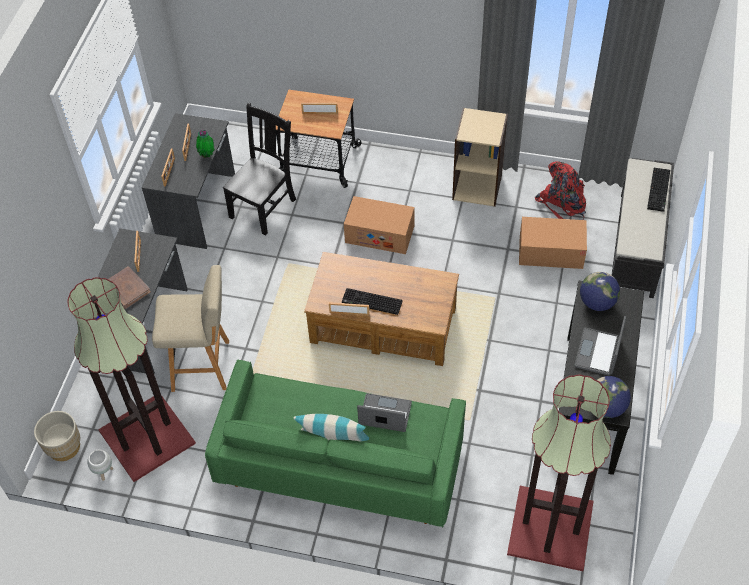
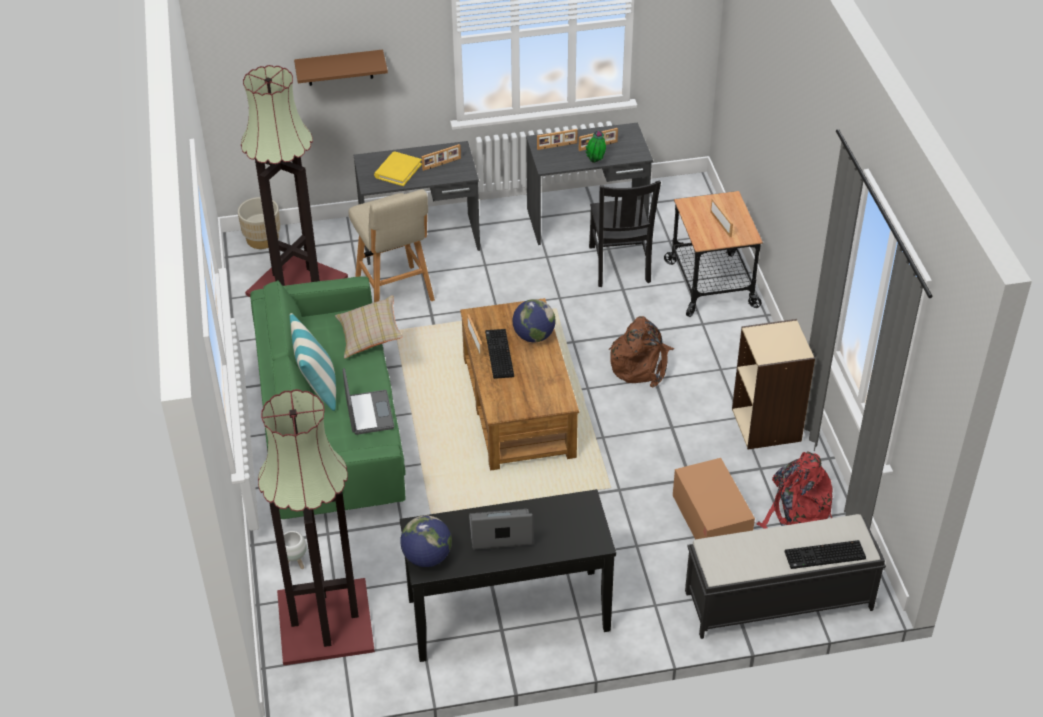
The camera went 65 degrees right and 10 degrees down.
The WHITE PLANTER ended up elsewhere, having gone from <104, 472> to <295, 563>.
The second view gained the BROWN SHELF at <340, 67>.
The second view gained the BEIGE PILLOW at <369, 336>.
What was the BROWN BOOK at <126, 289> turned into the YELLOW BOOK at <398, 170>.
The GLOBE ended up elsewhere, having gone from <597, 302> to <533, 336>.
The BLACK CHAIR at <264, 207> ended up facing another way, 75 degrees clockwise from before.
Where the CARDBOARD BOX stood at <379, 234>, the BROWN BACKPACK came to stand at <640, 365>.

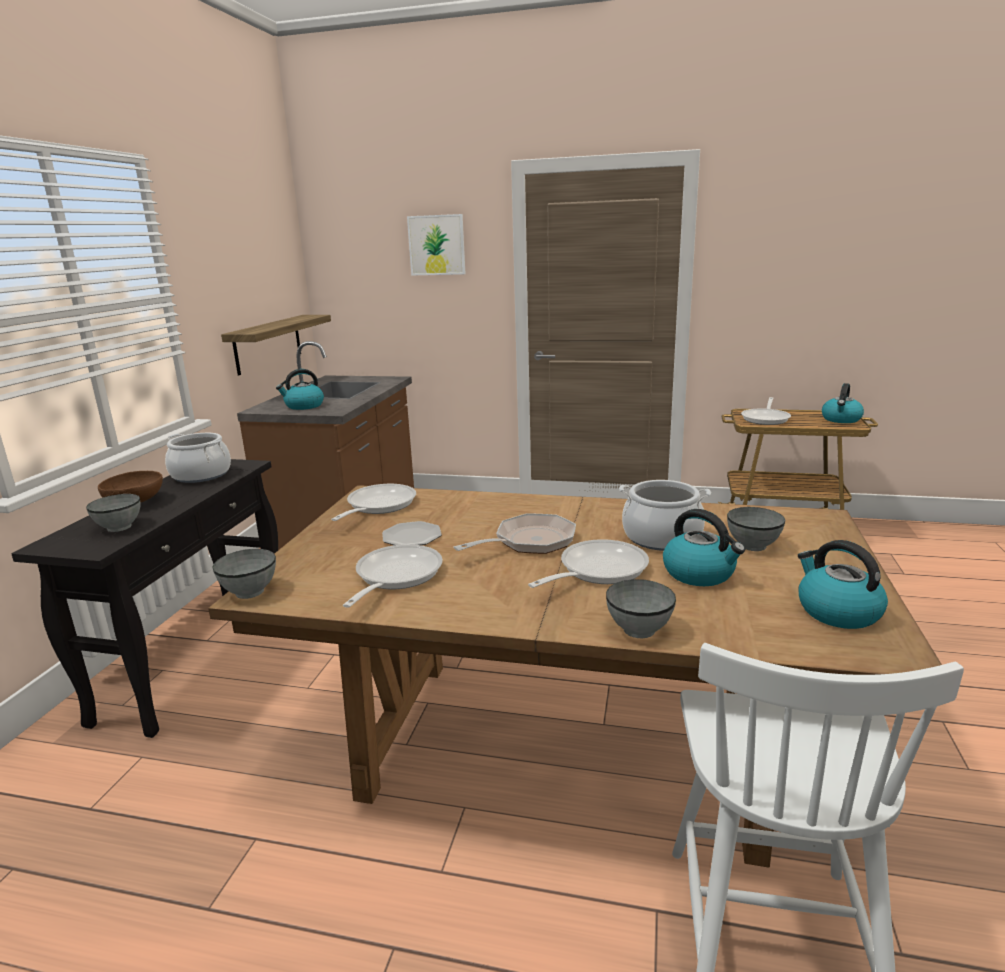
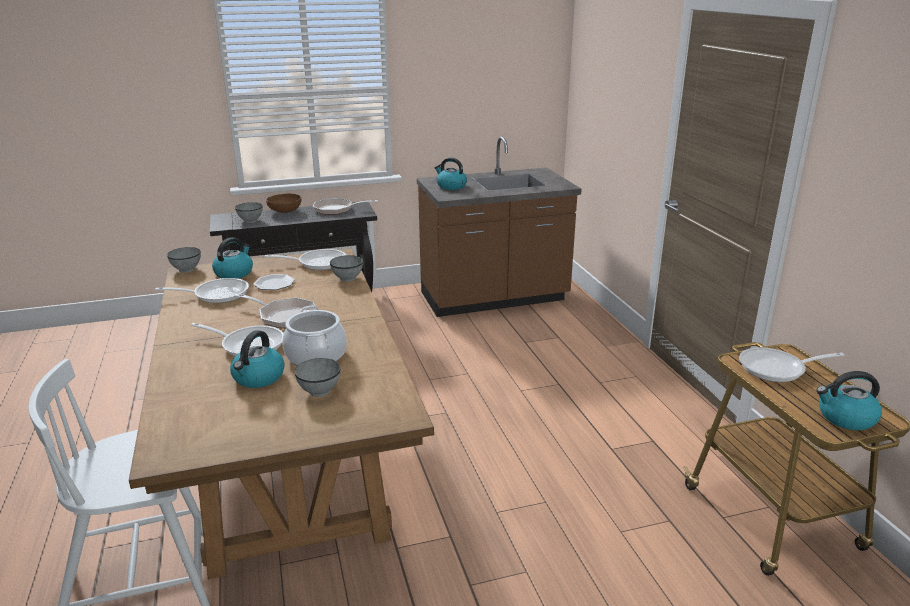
The camera went 60 degrees right and 5 degrees up.
The KETTLE ended up elsewhere, having gone from <837, 611> to <234, 273>.
Where the COOKING POT stood at <201, 475>, the FRYING PAN came to stand at <337, 210>.
The GREY BOWL ended up elsewhere, having gone from <638, 630> to <347, 278>.
The second view lost the SHELF at <268, 343>.
The second view lost the PICTURE at <436, 245>.

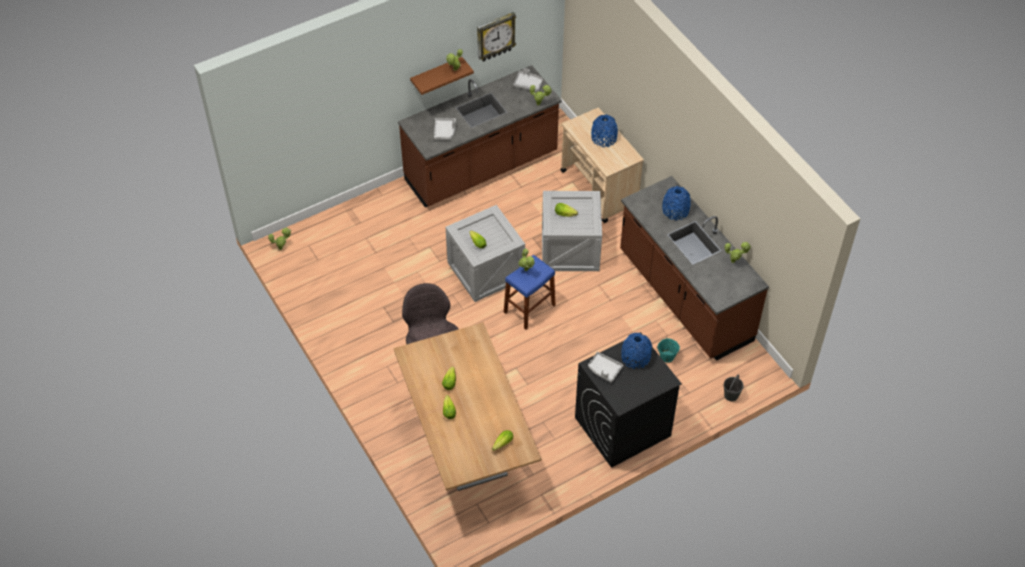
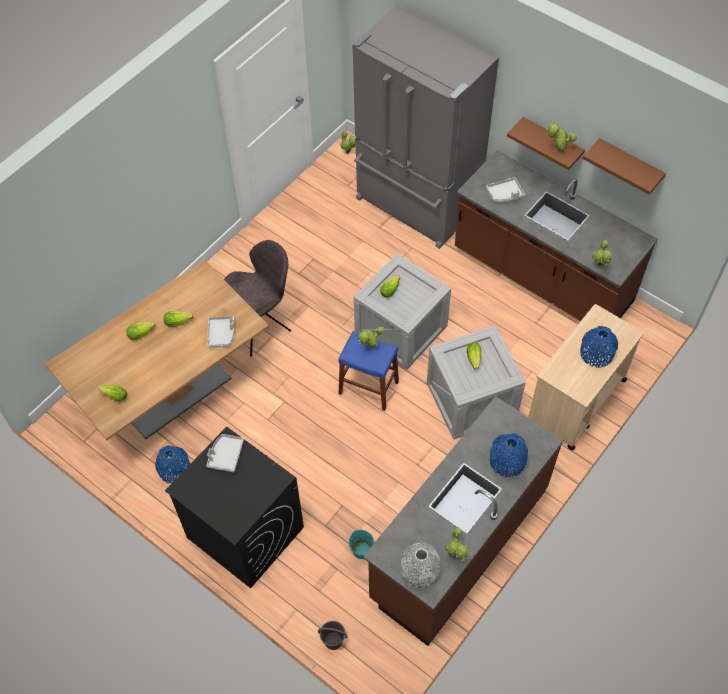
The camera went 70 degrees right and 5 degrees up.
The BLUE VASE ended up elsewhere, having gone from <635, 357> to <174, 470>.
The GREY TRAY ended up elsewhere, having gone from <528, 84> to <221, 334>.
The second view gained the GREY FRIDGE at <416, 205>.
The second view gained the GREY VASE at <420, 569>.
Where the WALL CLOCK hung at <495, 36>, the BROWN SHELF came to hang at <629, 165>.

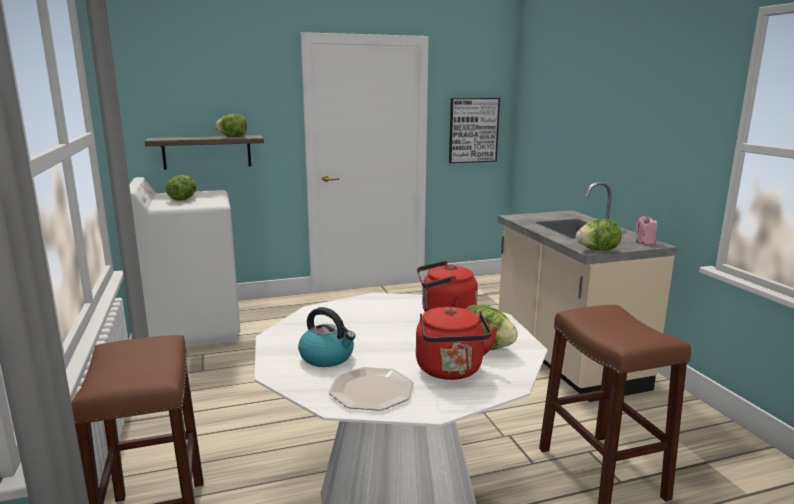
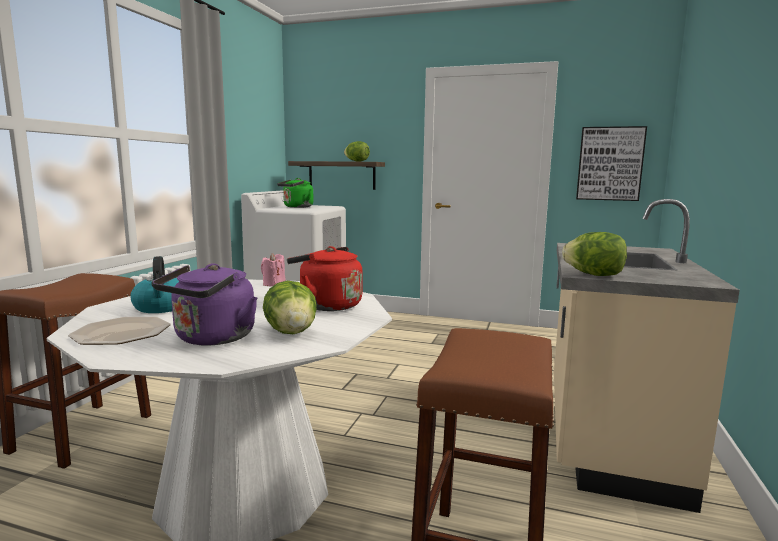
The camera went 35 degrees right and 5 degrees down.
What was the RED KETTLE at <451, 371> turned into the PURPLE KETTLE at <212, 339>.
The PINK CANDLE ended up elsewhere, having gone from <644, 241> to <274, 284>.
Where the LETTUCE stood at <183, 199>, the GREEN KETTLE came to stand at <297, 207>.

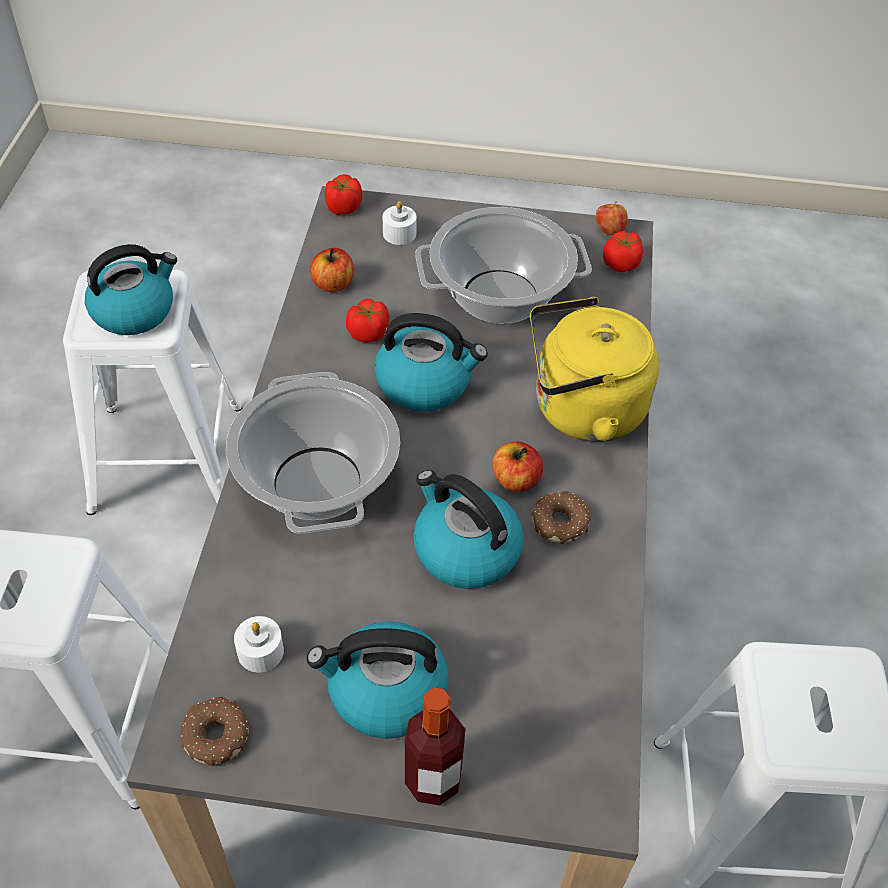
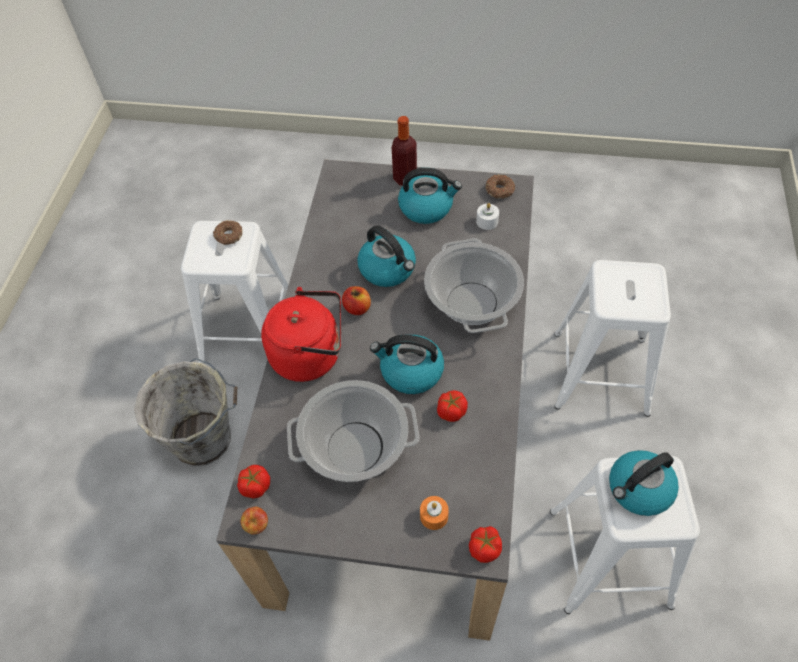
The camera went 175 degrees left and 5 degrees up.
The second view gained the GREY BUCKET at <205, 439>.
The DONUT ended up elsewhere, having gone from <560, 522> to <228, 236>.
What was the YELLOW KETTLE at <581, 410> turned into the RED KETTLE at <311, 354>.
What was the WHITE CANDLE at <399, 233> turned into the ORANGE CANDLE at <434, 516>.
The second view lost the APPLE at <333, 284>.

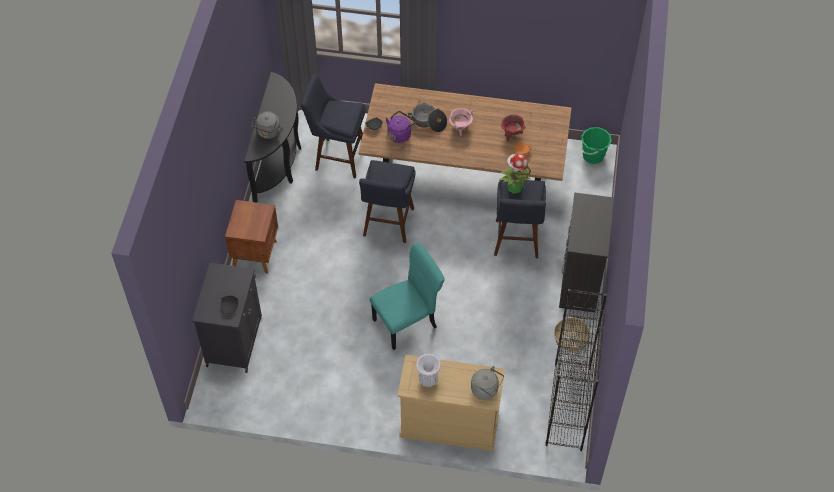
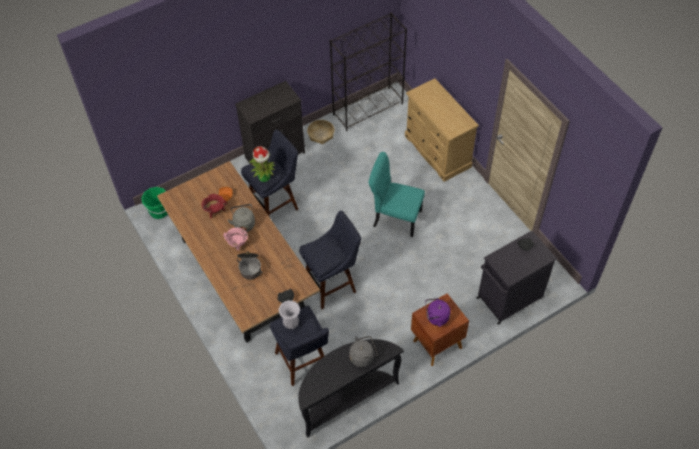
The camera went 130 degrees left and 0 degrees up.
The GREY KETTLE ended up elsewhere, having gone from <486, 390> to <244, 223>.
The WHITE VASE ended up elsewhere, having gone from <428, 380> to <290, 323>.
The PURPLE KETTLE ended up elsewhere, having gone from <400, 134> to <436, 317>.

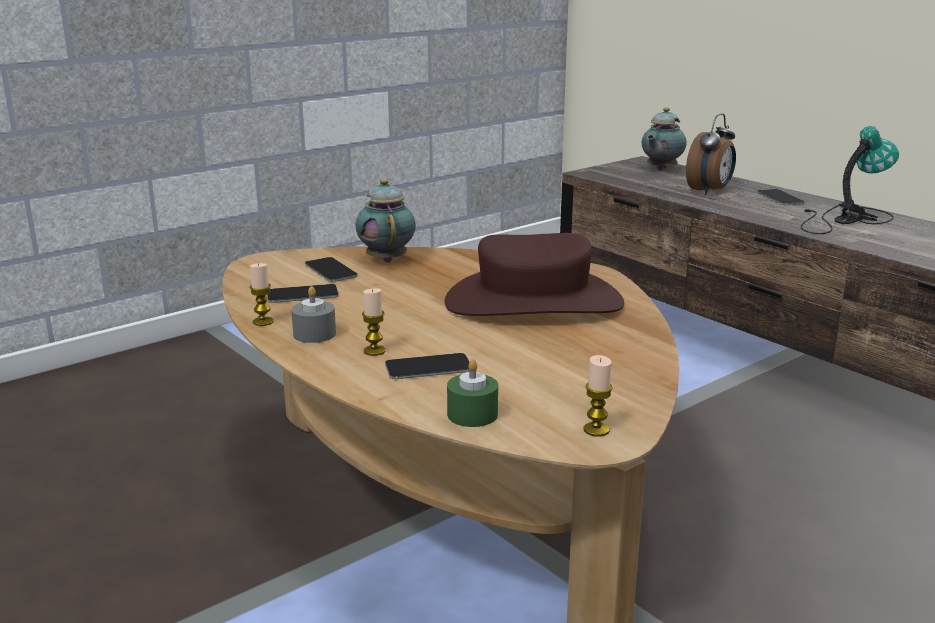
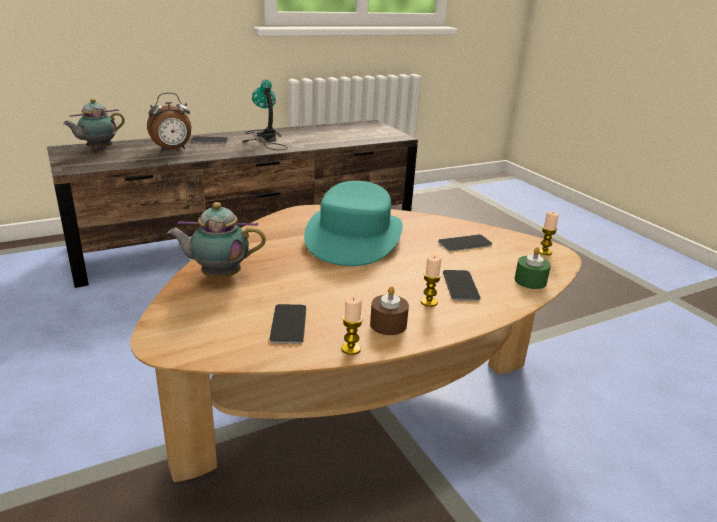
The camera went 80 degrees left and 5 degrees up.
The TEAPOT at <660, 170> ended up facing another way, 90 degrees clockwise from before.
The ALARM CLOCK at <710, 191> ended up facing another way, 105 degrees clockwise from before.
What was the BROWN HAT at <533, 302> turned into the TURQUOISE HAT at <354, 237>.
What was the GREY CANDLE at <314, 334> turned into the BROWN CANDLE at <388, 324>.
The PHONE ended up elsewhere, having gone from <330, 270> to <465, 243>.

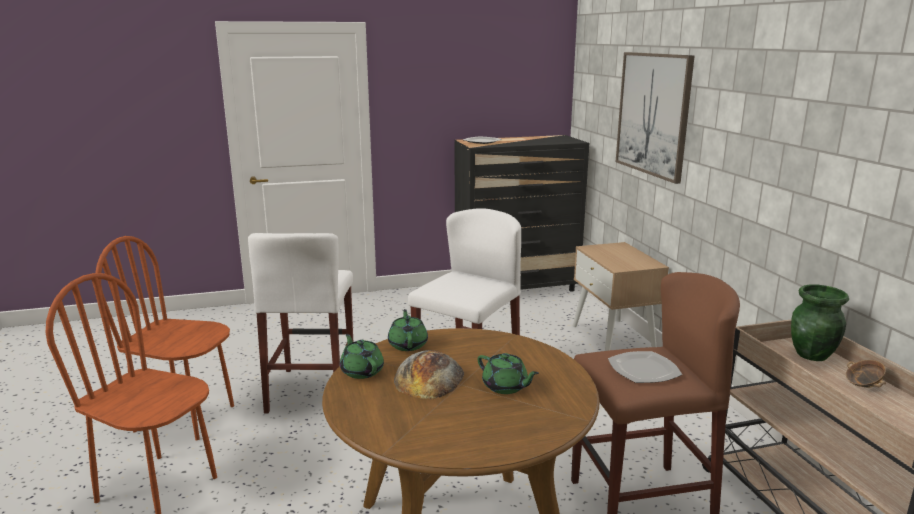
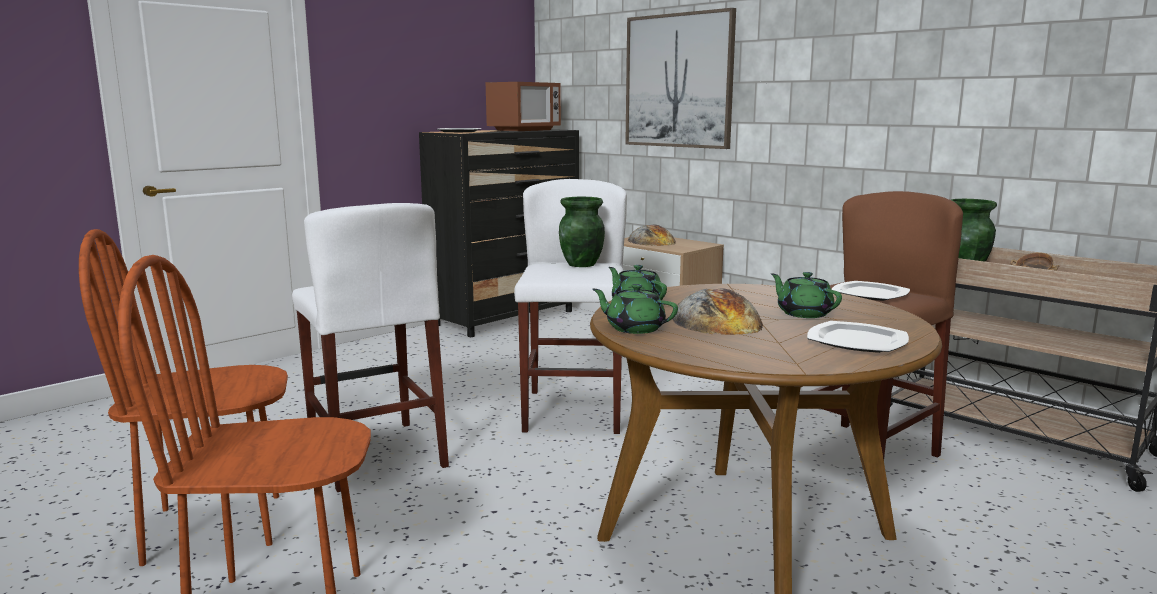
The camera went 30 degrees left and 5 degrees down.
The second view gained the MICROWAVE at <524, 130>.
The second view gained the GREEN VASE at <582, 264>.
The second view gained the BREAD at <651, 241>.
The GREEN TEAPOT at <505, 387> ended up facing another way, 135 degrees counterclockwise from before.
The second view gained the PLATE at <858, 341>.

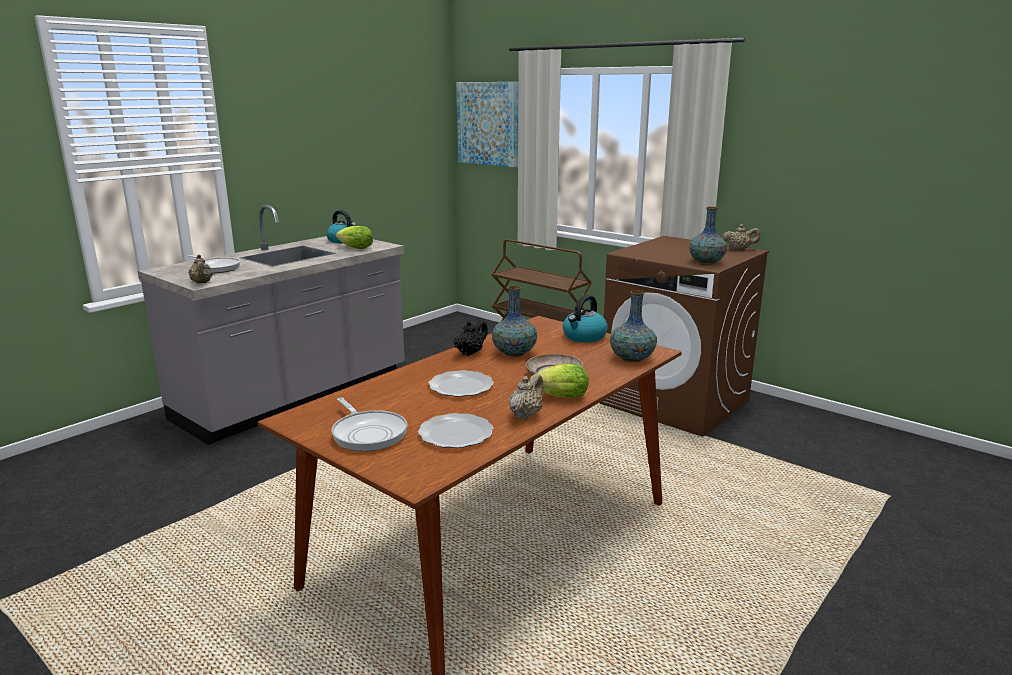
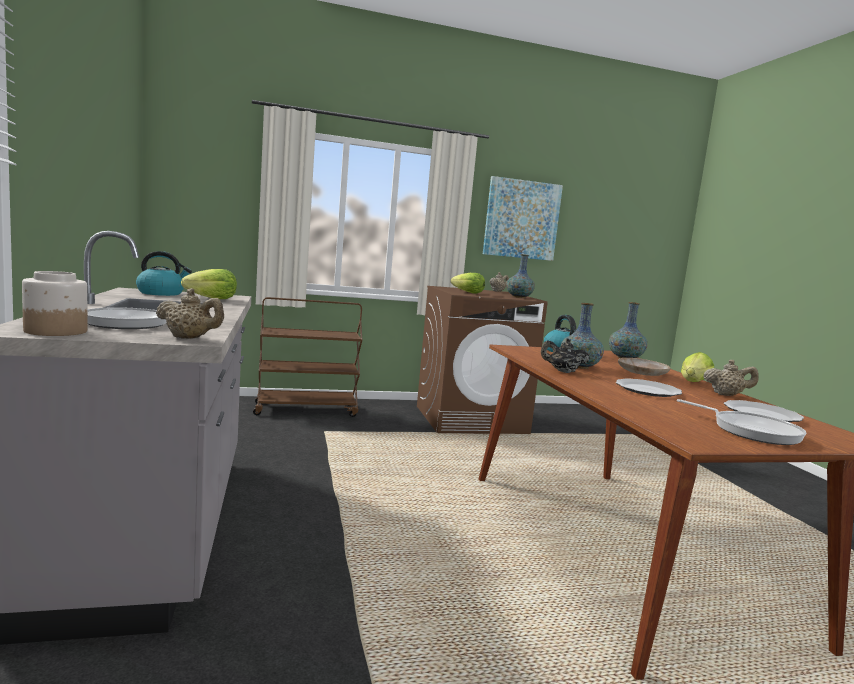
The camera went 55 degrees left and 10 degrees down.
The second view gained the JAR at <55, 331>.
The second view gained the LETTUCE at <468, 292>.
The PICTURE ended up elsewhere, having gone from <489, 123> to <521, 219>.
The BLACK TEAPOT at <470, 353> ended up facing another way, 60 degrees counterclockwise from before.
The FRYING PAN at <368, 433> ended up facing another way, 45 degrees clockwise from before.
The BEIGE TEAPOT at <526, 415> ended up facing another way, 120 degrees clockwise from before.

